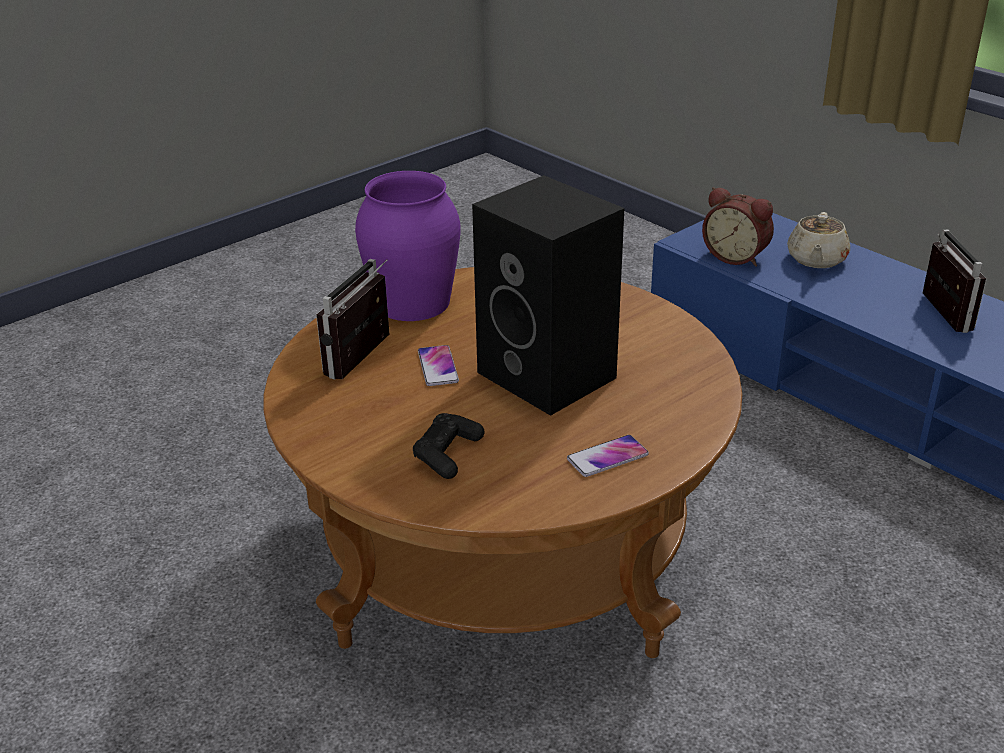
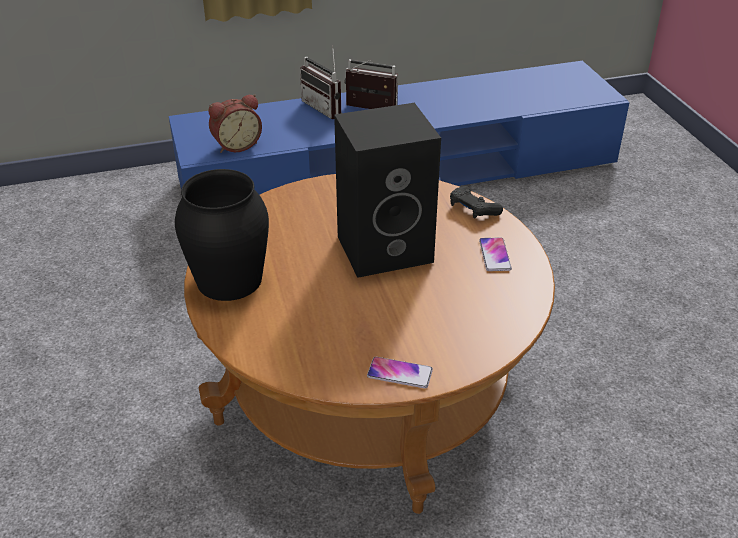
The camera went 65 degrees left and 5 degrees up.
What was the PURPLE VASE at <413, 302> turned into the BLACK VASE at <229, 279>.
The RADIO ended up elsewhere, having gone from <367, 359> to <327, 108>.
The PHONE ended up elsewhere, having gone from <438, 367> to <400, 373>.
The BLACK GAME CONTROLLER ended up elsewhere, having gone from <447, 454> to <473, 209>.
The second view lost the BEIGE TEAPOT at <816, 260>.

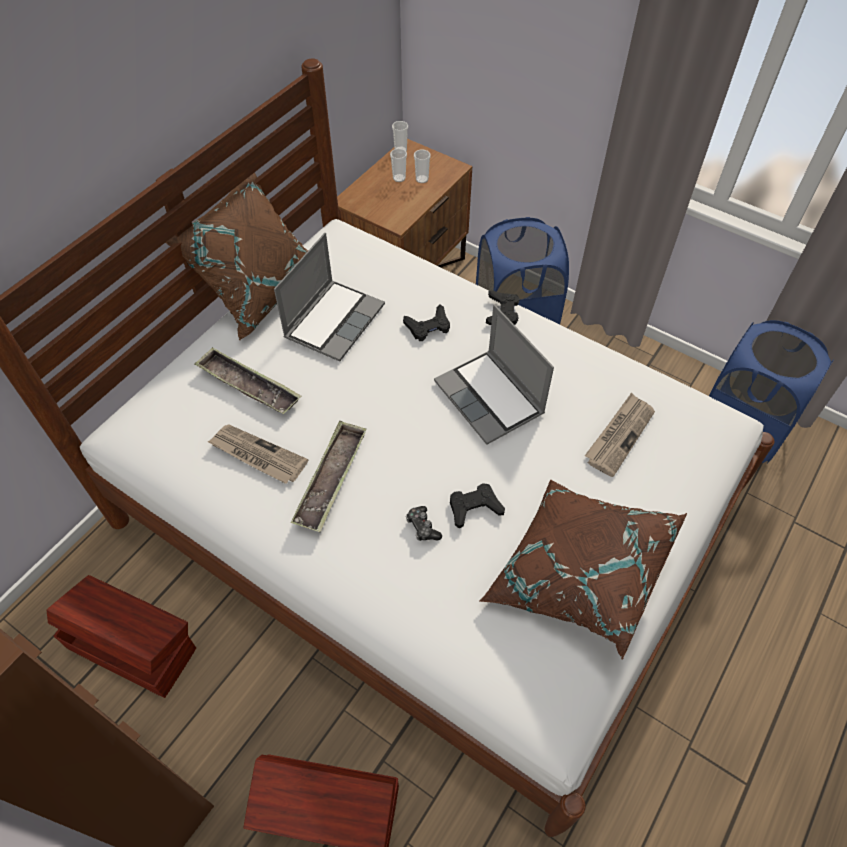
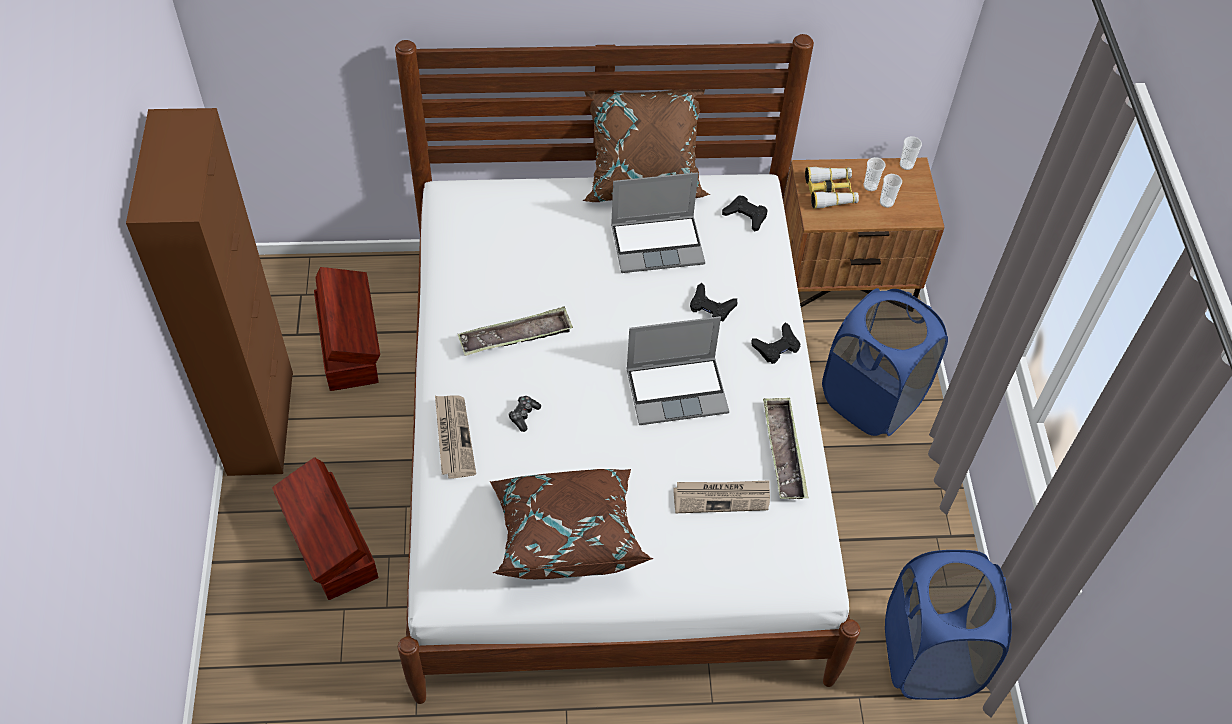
The camera went 50 degrees right and 0 degrees up.
The NEWSPAPER ended up elsewhere, having gone from <257, 455> to <453, 437>.
The LAPTOP at <491, 398> ended up facing another way, 120 degrees counterclockwise from before.
The BLACK GAME CONTROLLER ended up elsewhere, having gone from <474, 507> to <745, 215>.
The TRAY ended up elsewhere, having gone from <248, 385> to <783, 452>.
The second view gained the BINOCULARS at <830, 192>.

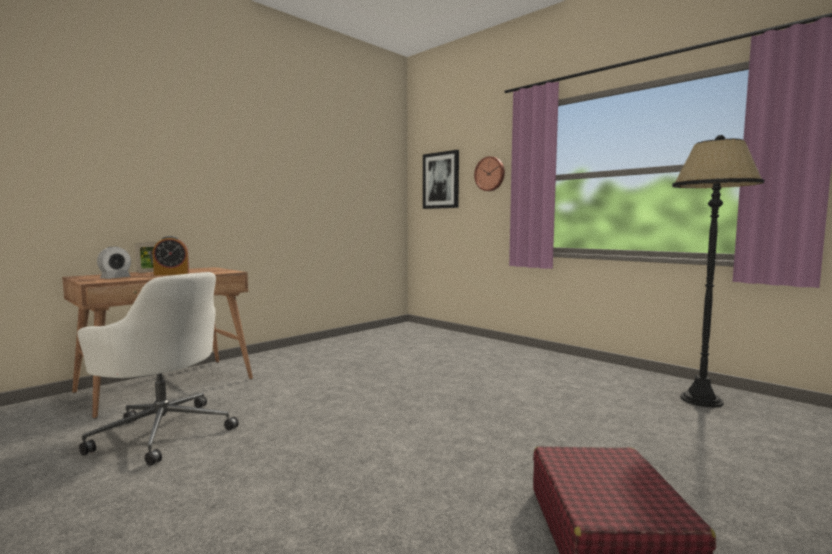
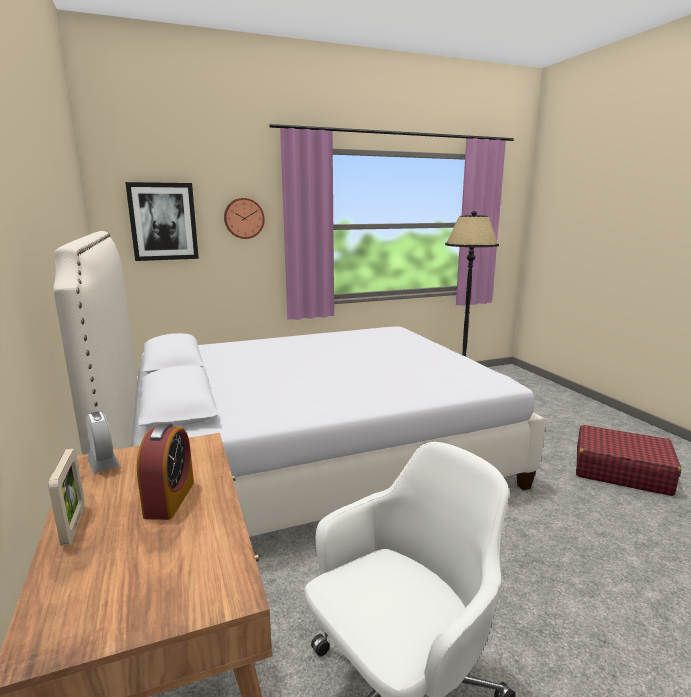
The camera went 65 degrees left and 10 degrees up.
The second view gained the WHITE BED at <308, 460>.
The ALARM CLOCK ended up elsewhere, having gone from <115, 278> to <103, 463>.

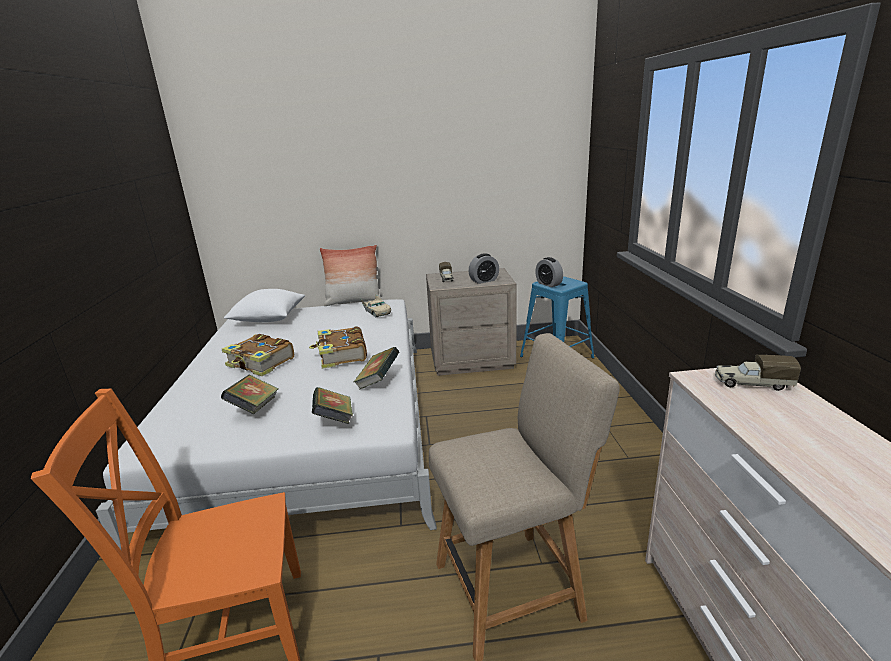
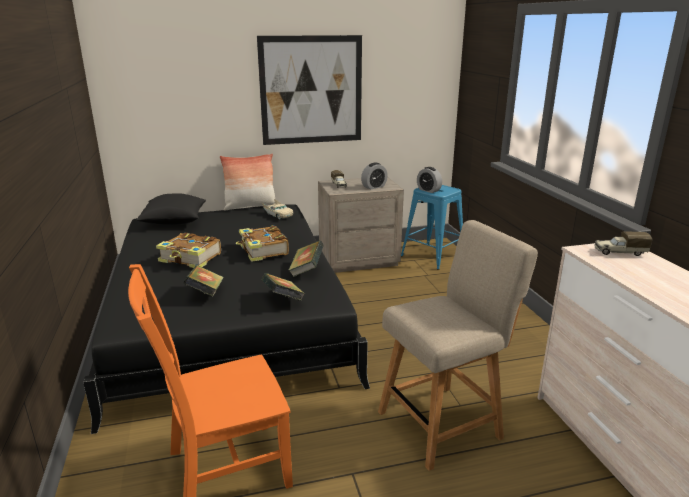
The camera went 10 degrees left and 0 degrees up.
What was the WHITE BED at <310, 426> turned into the BLACK BED at <228, 318>.
What was the WHITE PILLOW at <268, 318> turned into the BLACK PILLOW at <174, 221>.
The second view gained the PICTURE at <311, 90>.

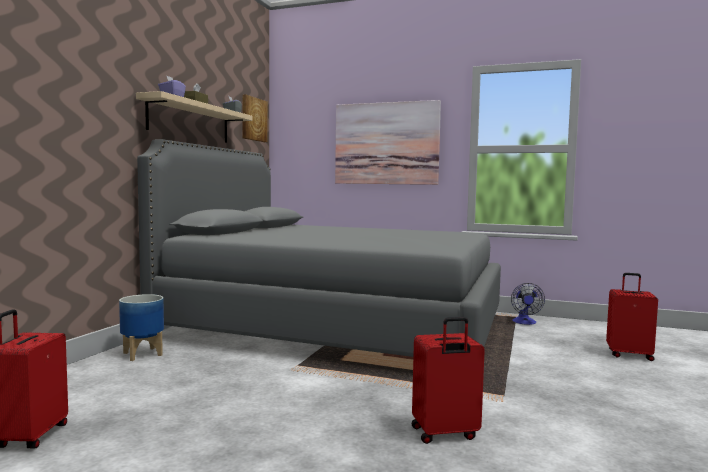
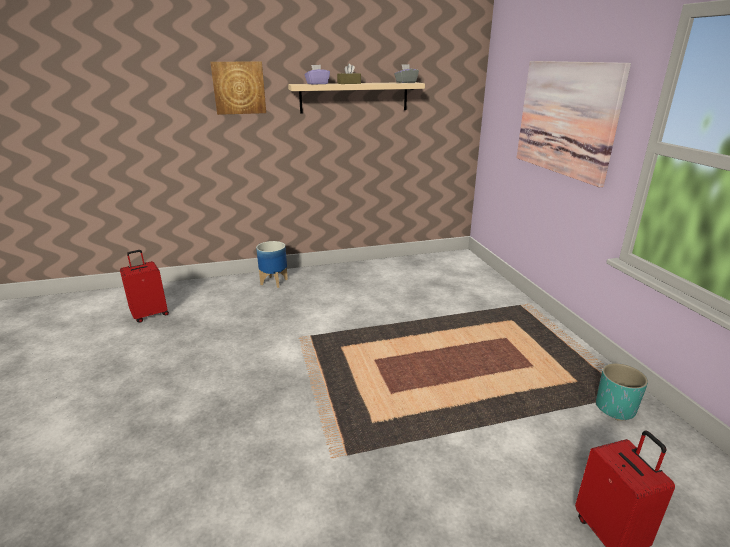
The camera went 55 degrees right and 20 degrees up.
The PICTURE ended up elsewhere, having gone from <253, 119> to <239, 88>.
Where the FAN stood at <525, 322>, the TURQUOISE PLANTER came to stand at <615, 408>.
The second view lost the GREY BED at <337, 327>.
The second view lost the RED SUITCASE at <444, 434>.

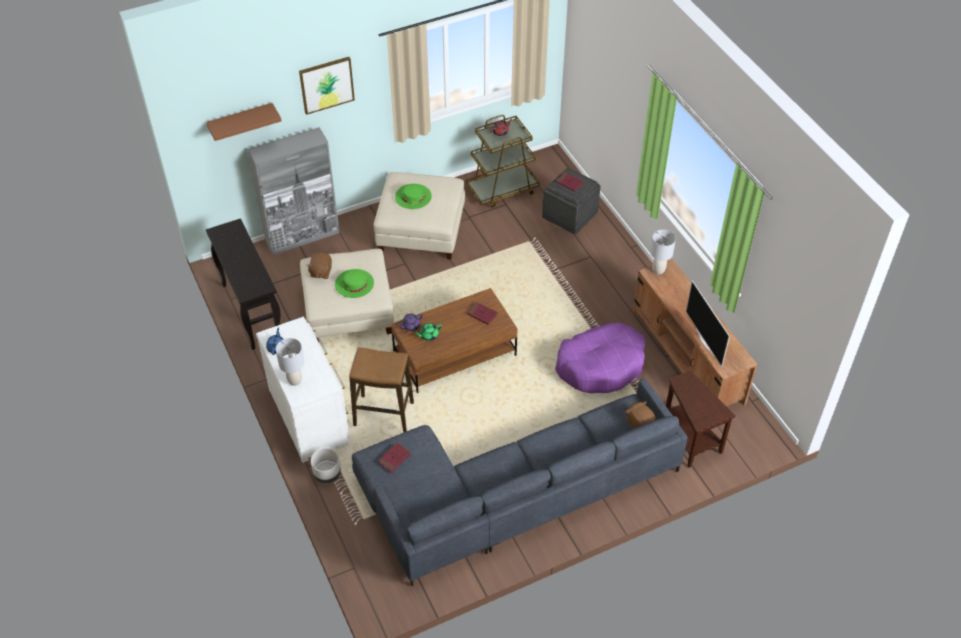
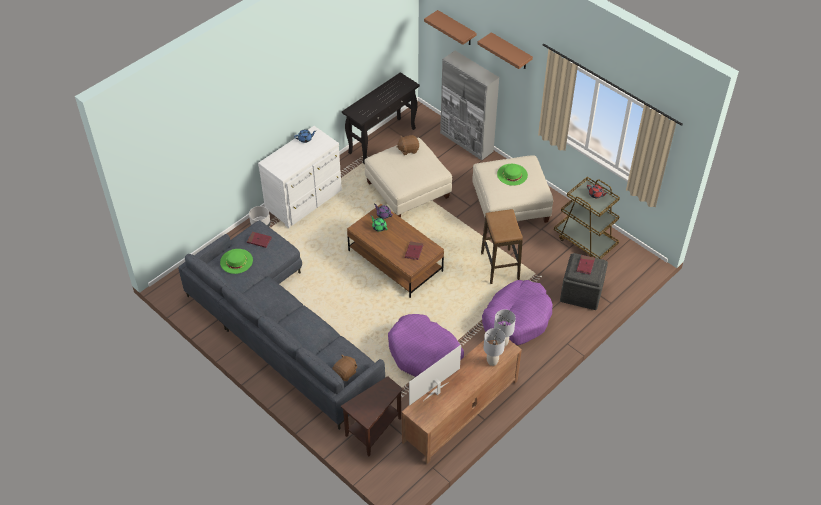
The camera went 70 degrees right and 0 degrees up.
The GREEN HAT ended up elsewhere, having gone from <354, 283> to <236, 261>.
Where the PICTURE hung at <326, 84>, the BROWN SHELF came to hang at <511, 52>.
The STOOL ended up elsewhere, having gone from <384, 414> to <500, 266>.
The second view gained the PURPLE DOG BED at <516, 318>.
The GREY TABLE LAMP ended up elsewhere, having gone from <294, 381> to <492, 361>.

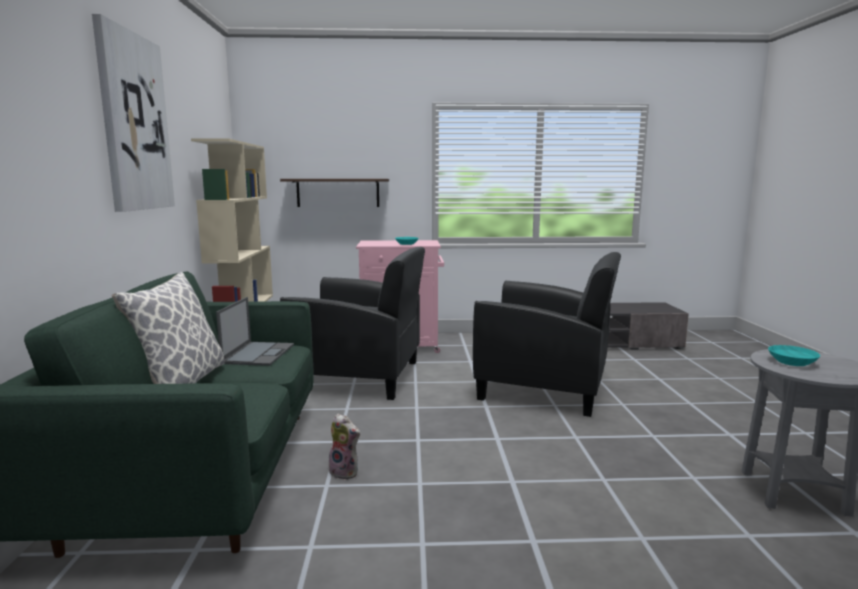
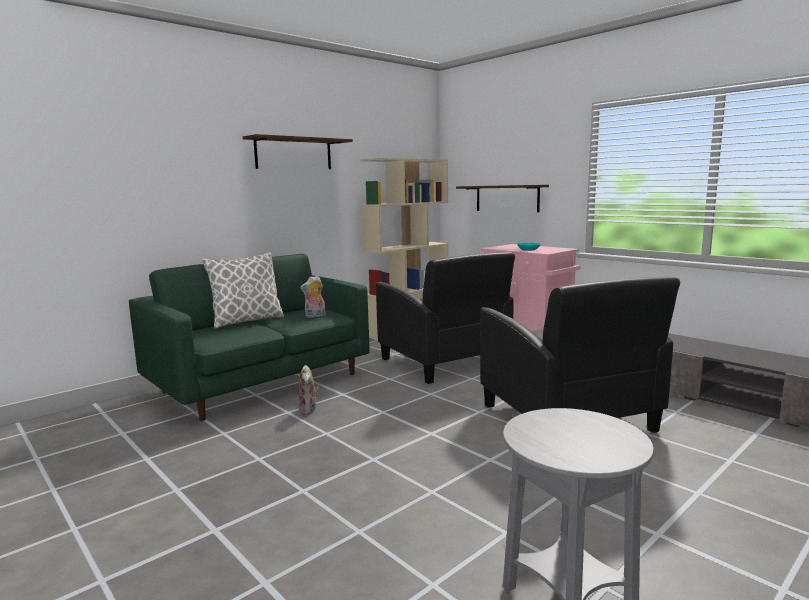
The camera went 50 degrees right and 0 degrees up.
Where the PICTURE hung at <134, 123>, the SHELF came to hang at <294, 154>.
Where the LAPTOP stood at <259, 353>, the PLUSH TOY came to stand at <315, 316>.
The second view lost the TURQUOISE BOWL at <793, 362>.

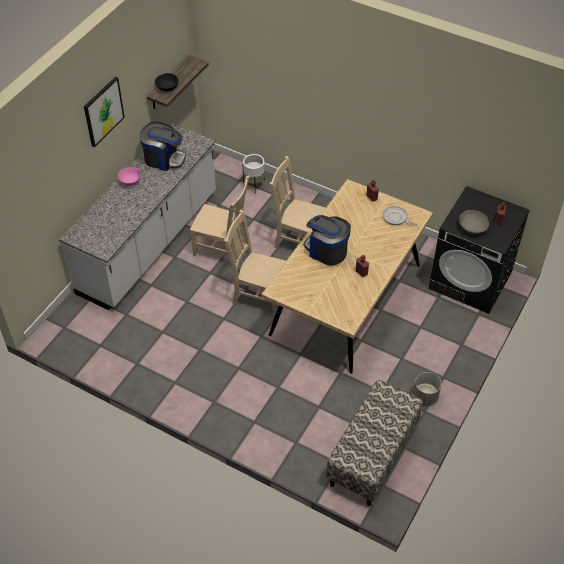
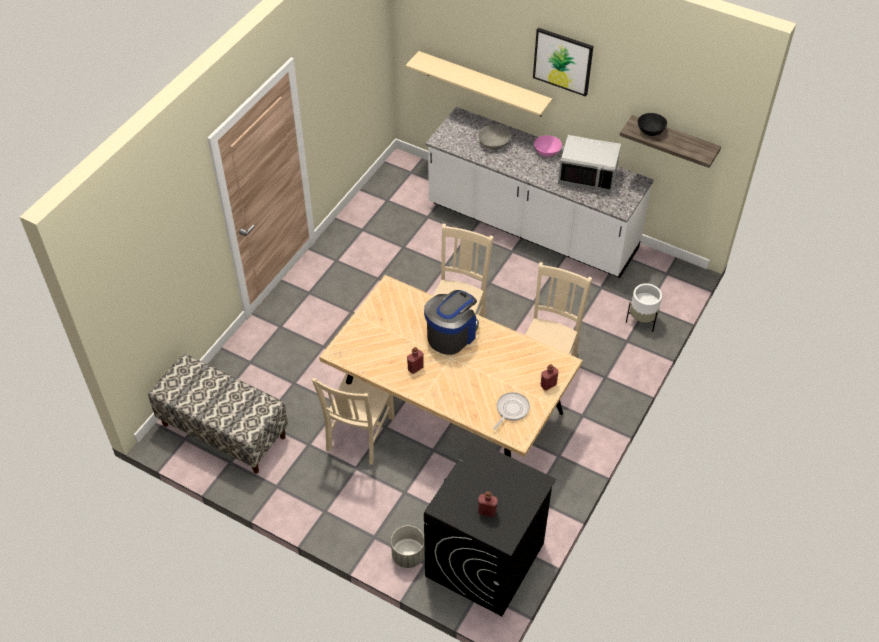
The camera went 90 degrees right and 0 degrees up.
The BEIGE CHAIR ended up elsewhere, having gone from <222, 249> to <359, 435>.
The GREY PLANTER ended up elsewhere, having gone from <425, 396> to <408, 555>.
The second view gained the BEIGE SHELF at <483, 84>.
The GREY BOWL ended up elsewhere, having gone from <472, 227> to <494, 143>.
Where the COFFEE MACHINE stood at <163, 158>, the GREY MICROWAVE came to stand at <587, 176>.

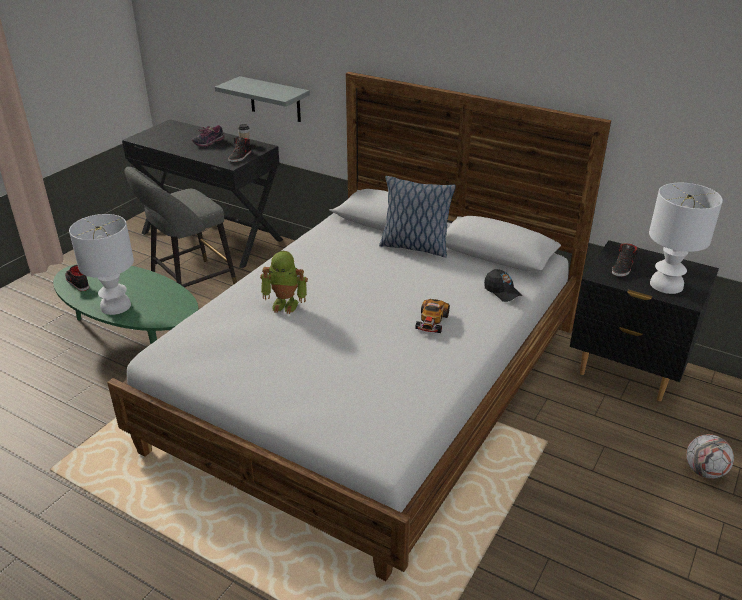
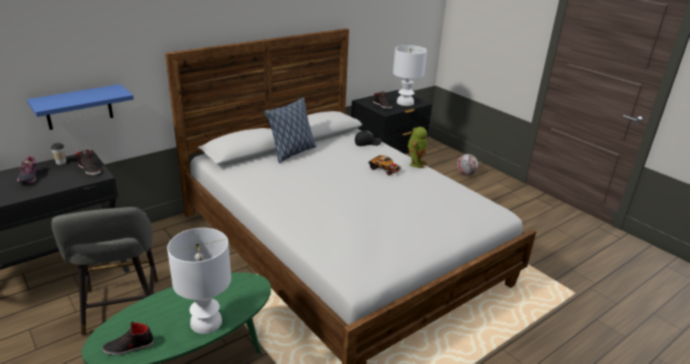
The camera went 70 degrees left and 5 degrees down.
What was the GREY SHELF at <275, 99> turned into the BLUE SHELF at <79, 107>.
The TOY ROBOT ended up elsewhere, having gone from <286, 304> to <416, 163>.

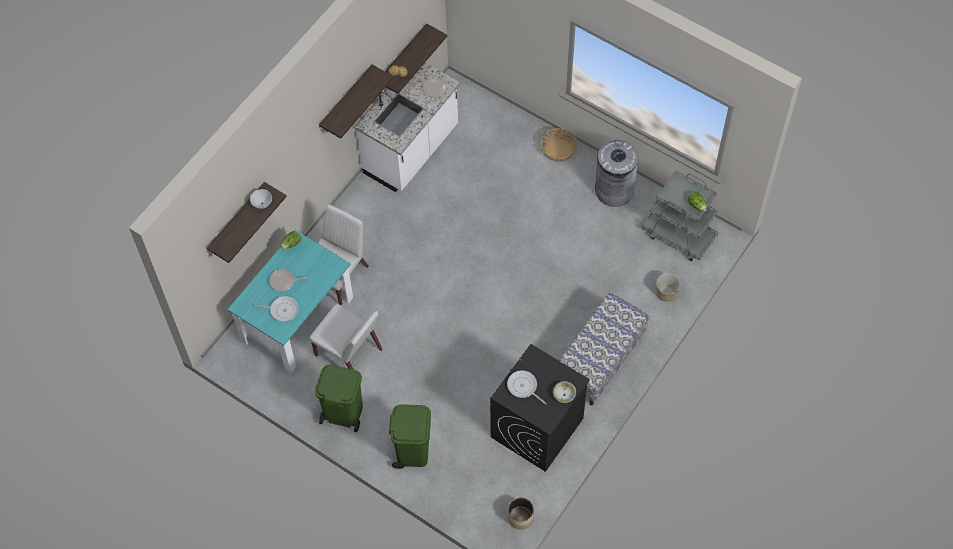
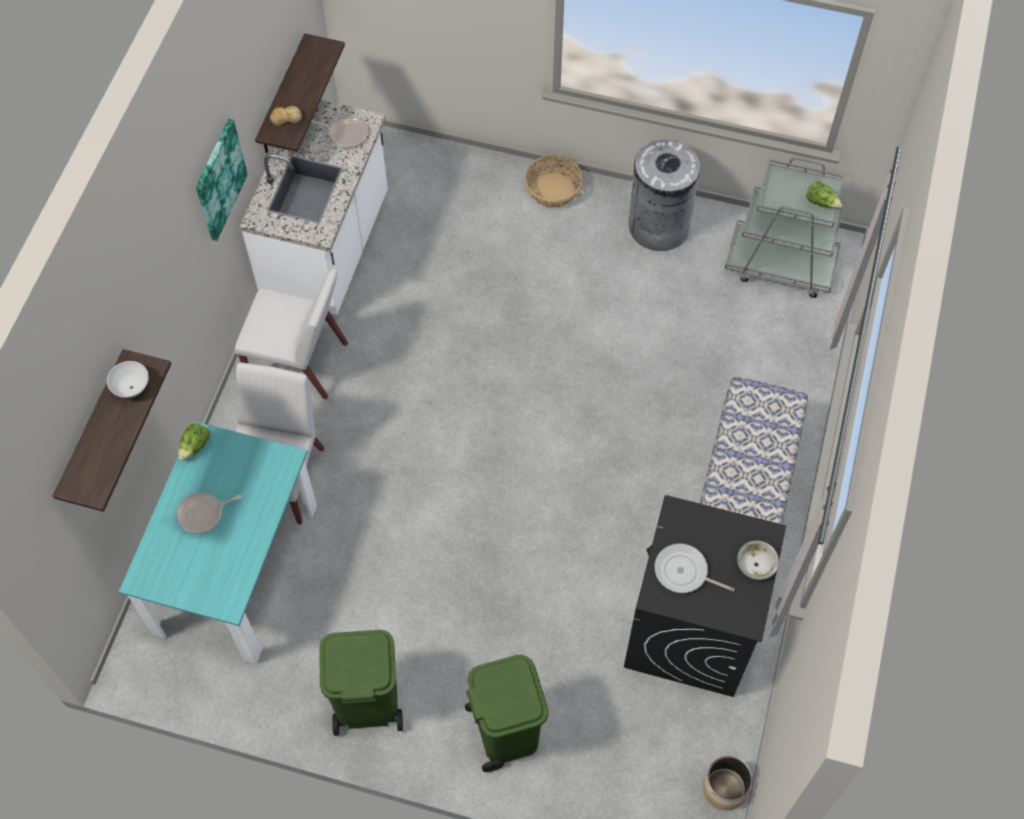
The camera went 20 degrees left and 0 degrees up.
Where the SHELF hung at <346, 100>, the PICTURE came to hang at <219, 179>.
The WHITE CHAIR ended up elsewhere, having gone from <349, 353> to <299, 362>.
The second view lost the FRYING PAN at <282, 310>.
The second view lost the PLANTER at <666, 293>.

